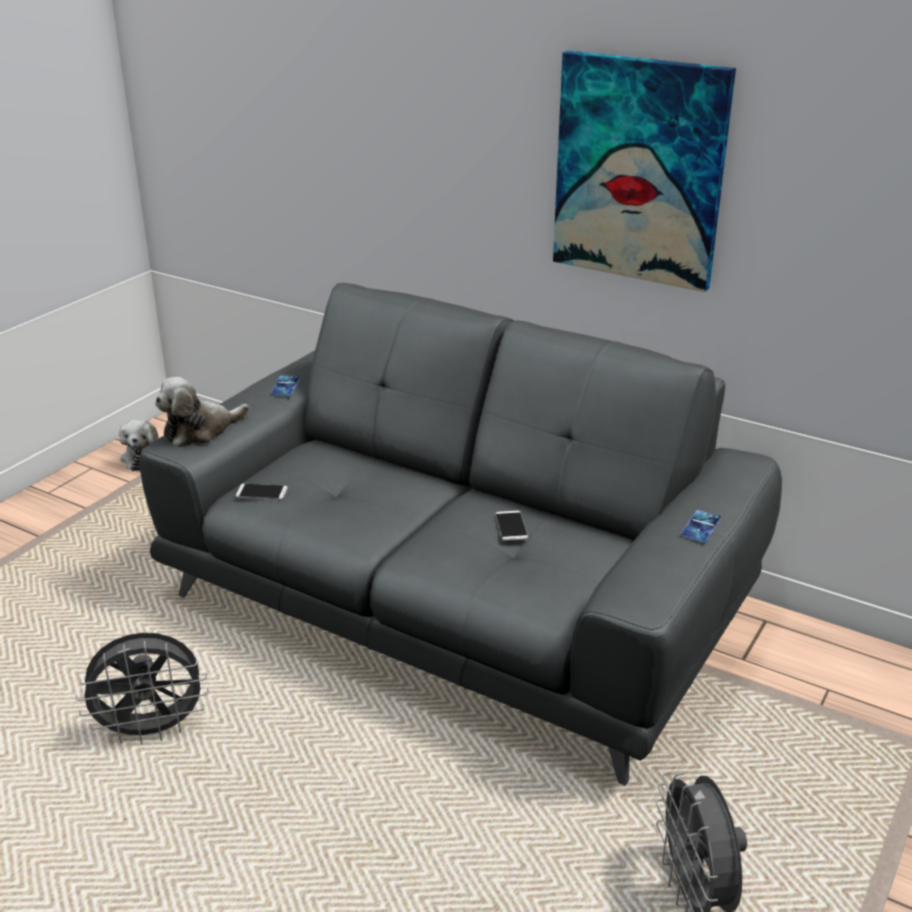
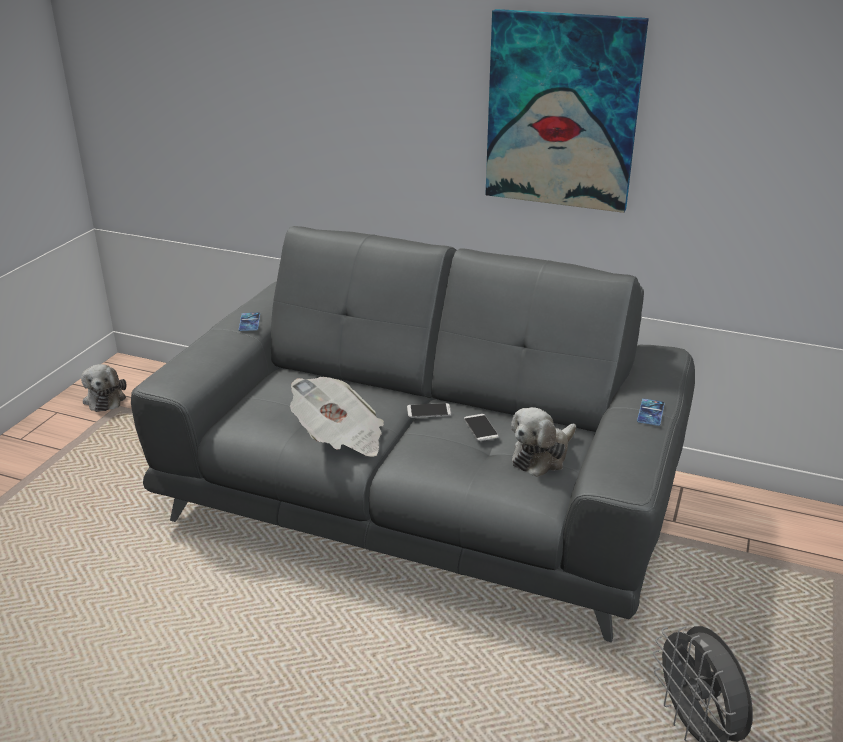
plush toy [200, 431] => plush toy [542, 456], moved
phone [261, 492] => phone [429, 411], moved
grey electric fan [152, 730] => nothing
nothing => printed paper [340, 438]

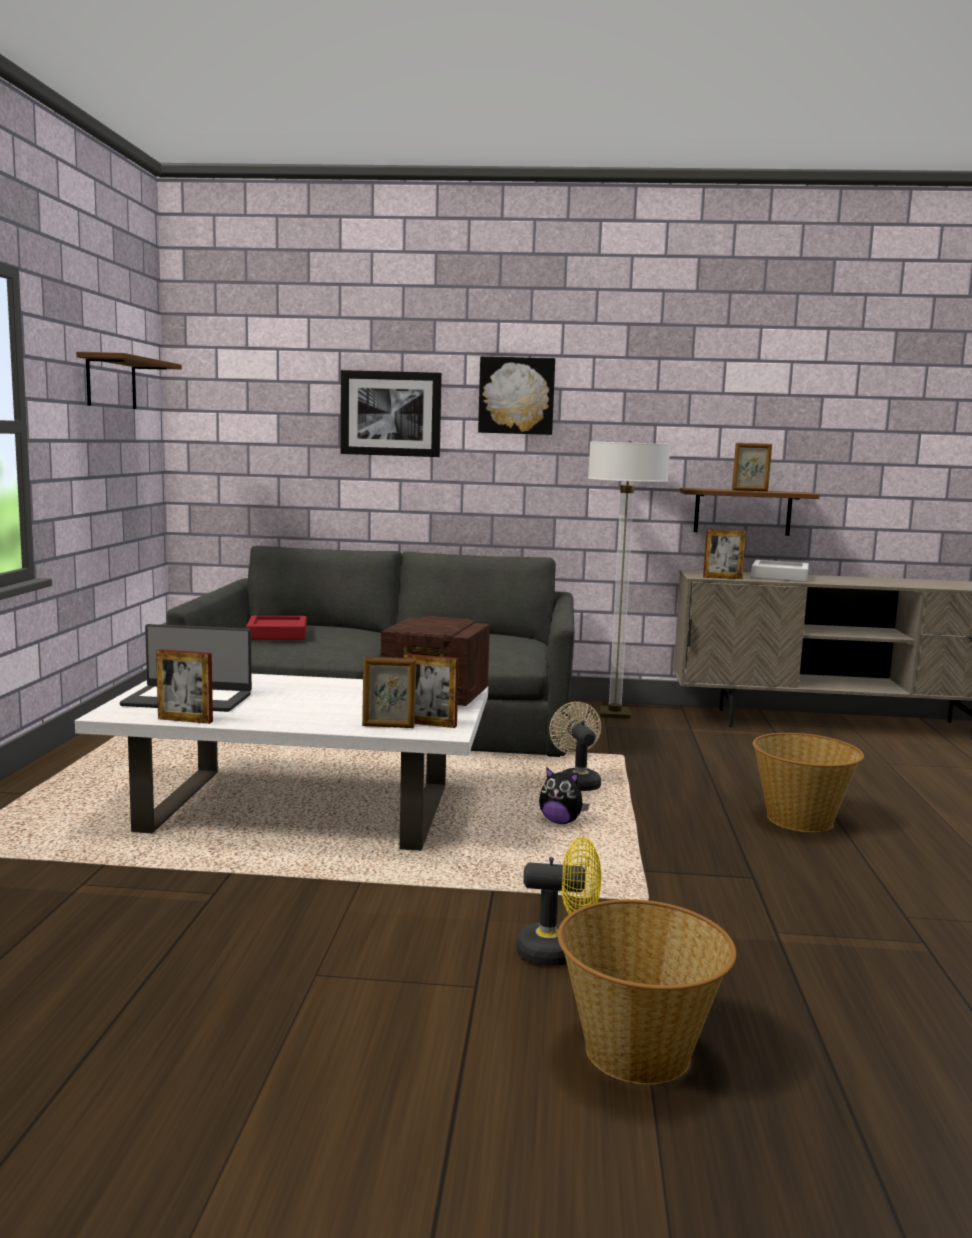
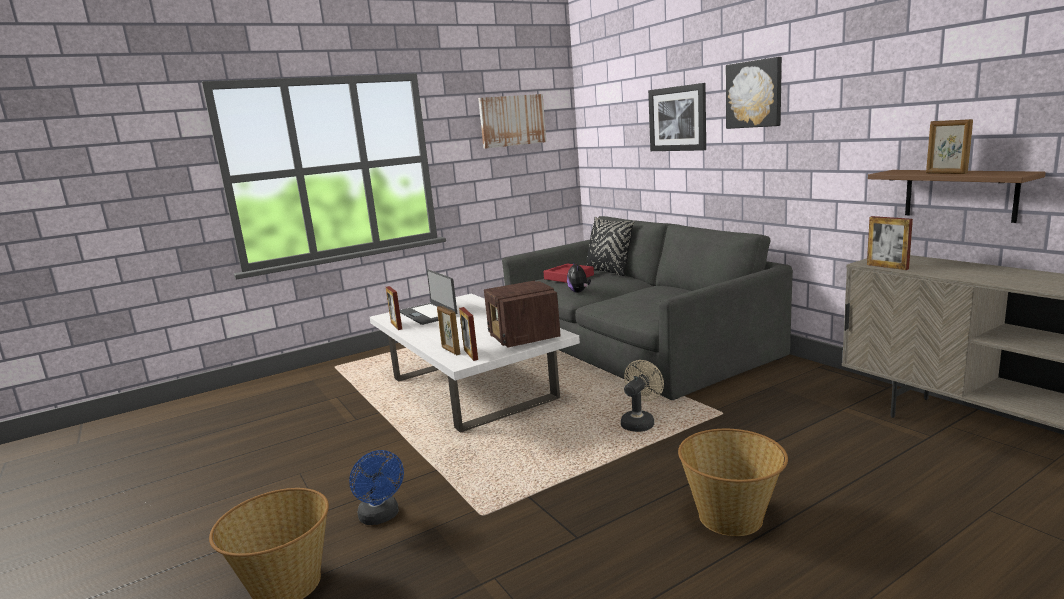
brownish shelf [111, 382] => wall picture [512, 120]
floor lamp [614, 714] => nothing
grey carrying tray [779, 577] => nothing
plush toy [561, 821] => plush toy [579, 292], moved
yellow-coloured electric fan [558, 952] => blue-coloured electric fan [381, 517]
nothing => blackish cushion [608, 272]

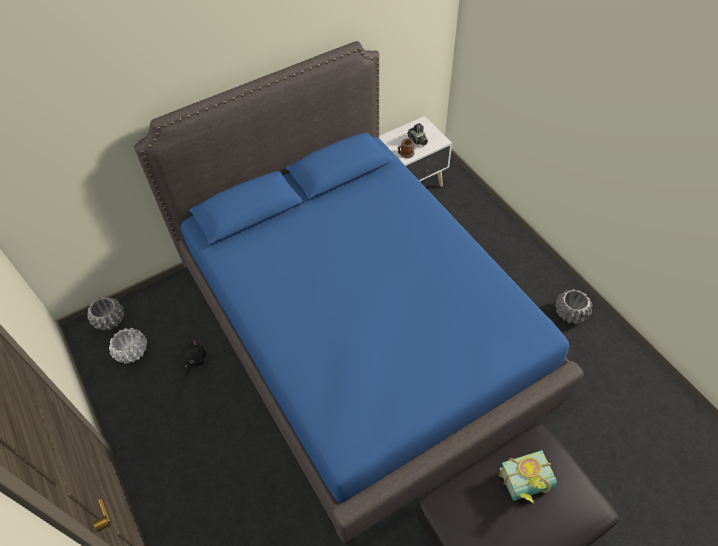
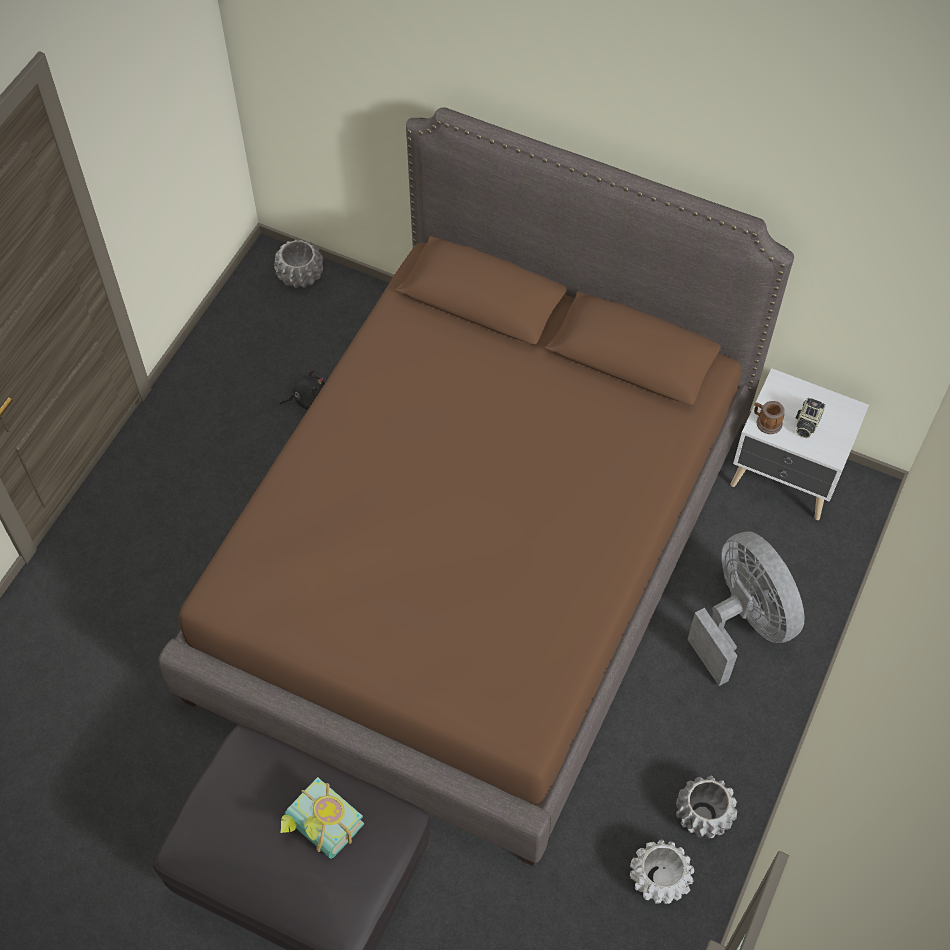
blue-coloured bedroom bed [361, 333] => brownish bedroom bed [475, 559]
white flower pot [132, 352] => white flower pot [660, 879], moved
nothing => grey electric fan [742, 623]

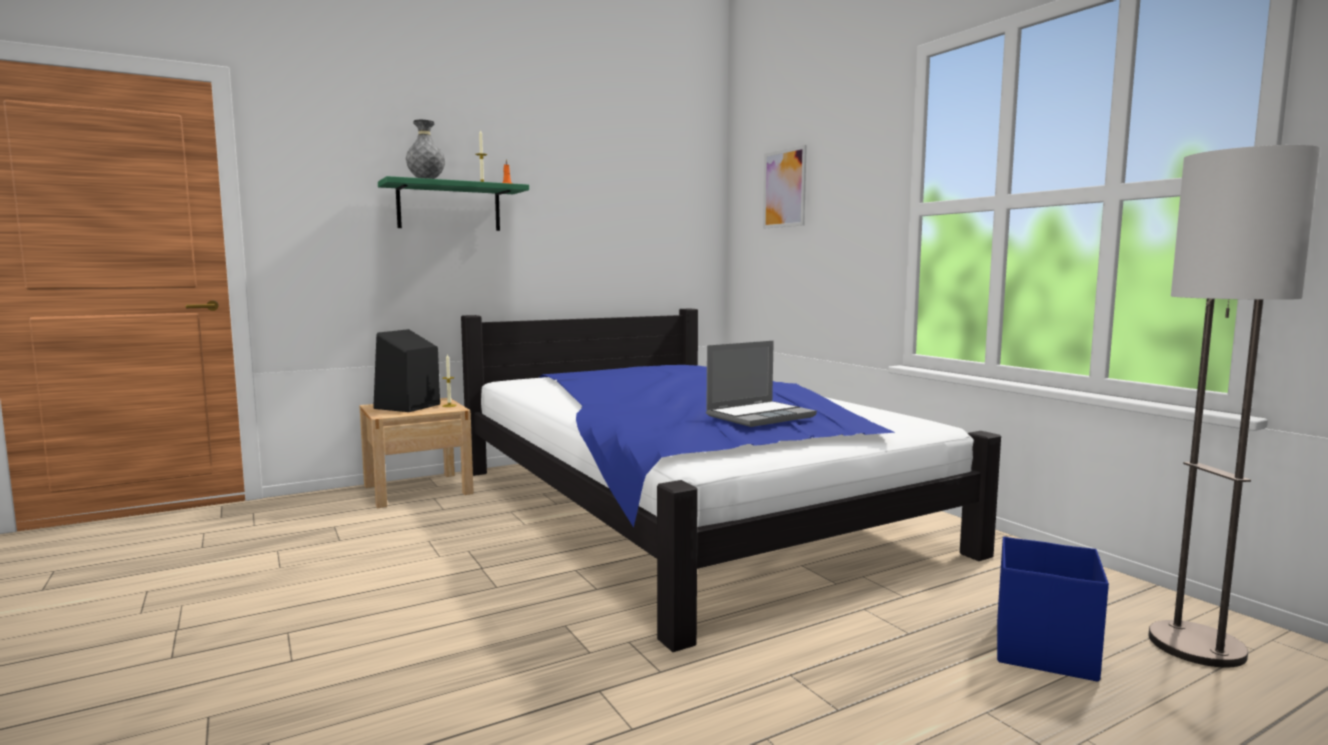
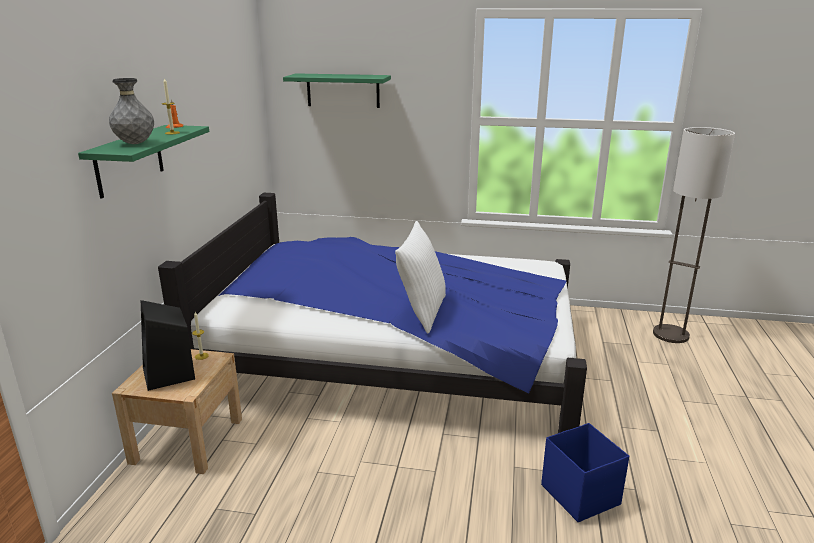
wall picture [784, 188] => green shelf [343, 90]
notebook computer [760, 416] => nothing
blue-coloured storage bin [1045, 649] => blue-coloured storage bin [579, 494], moved
nothing => white cushion [421, 312]

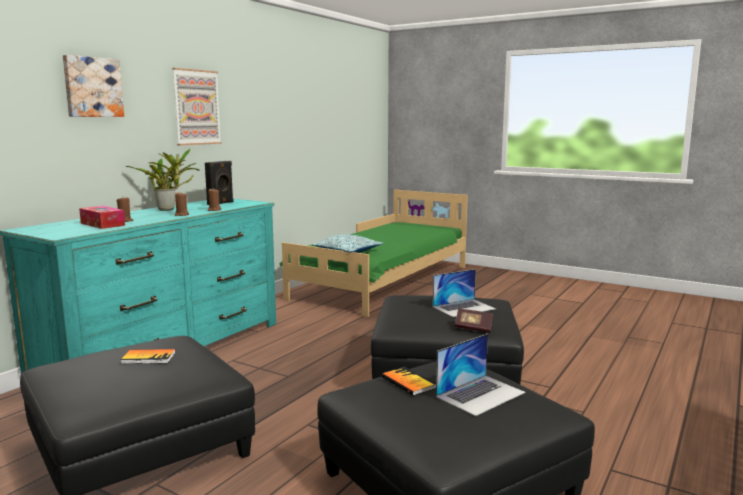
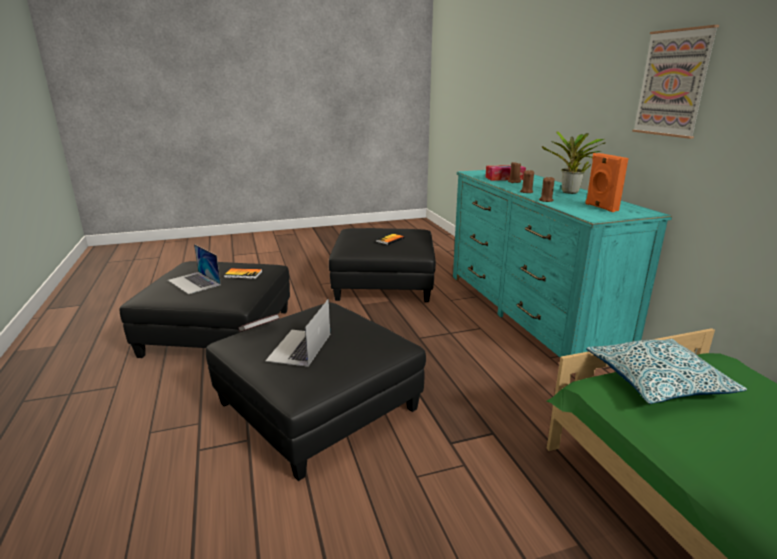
wall picture [92, 87] => nothing
blackish speaker [221, 203] => orange-coloured speaker [600, 207]
notebook computer [480, 394] => notebook computer [194, 282], 45 degrees counterclockwise

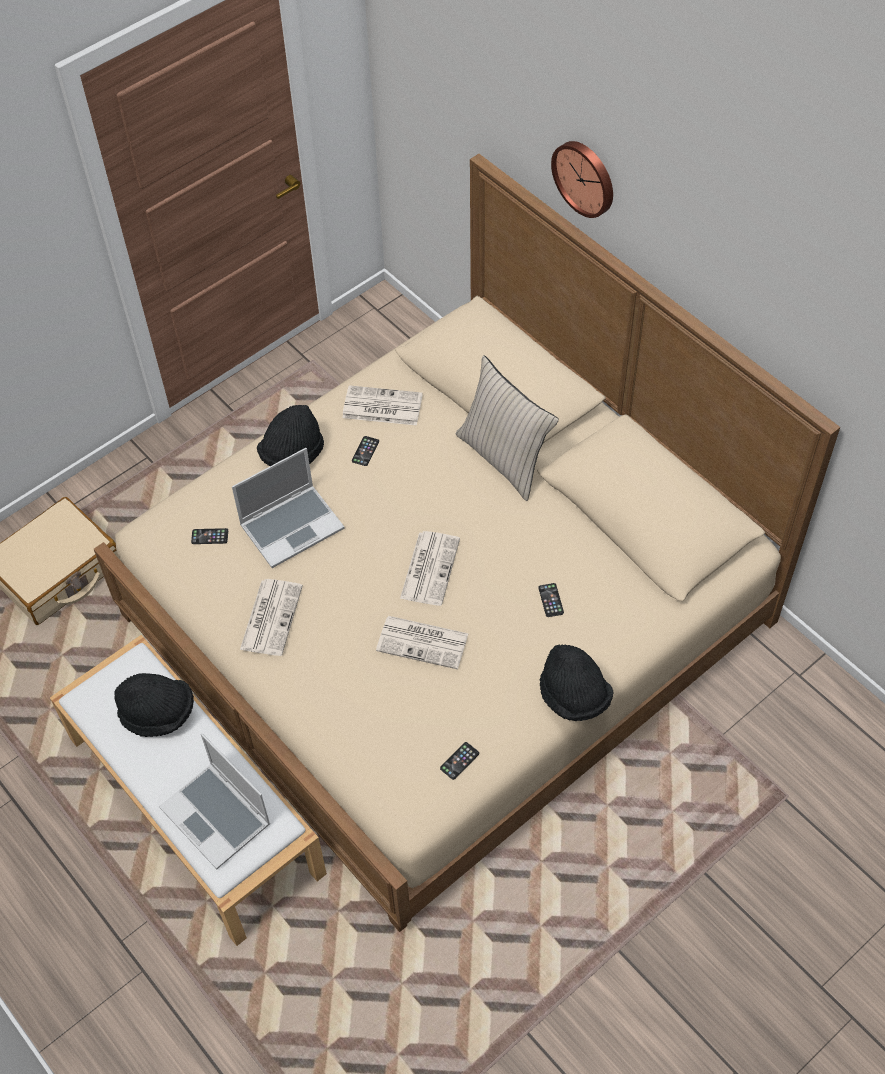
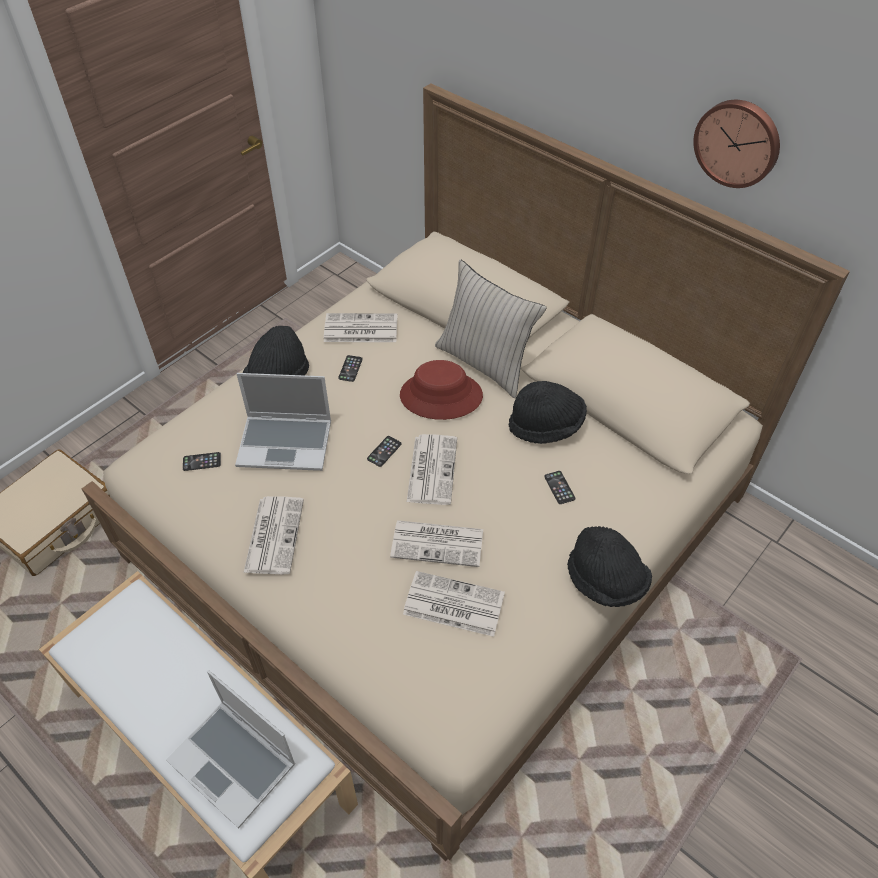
wall clock [585, 177] => wall clock [738, 142], moved
notebook computer [292, 526] => notebook computer [286, 443], 45 degrees clockwise
blackish clothing hat [158, 714] => blackish clothing hat [546, 426], moved
phone [459, 761] => phone [384, 451], moved
nothing => red clothing hat [441, 396]
nothing => printed paper [452, 604]

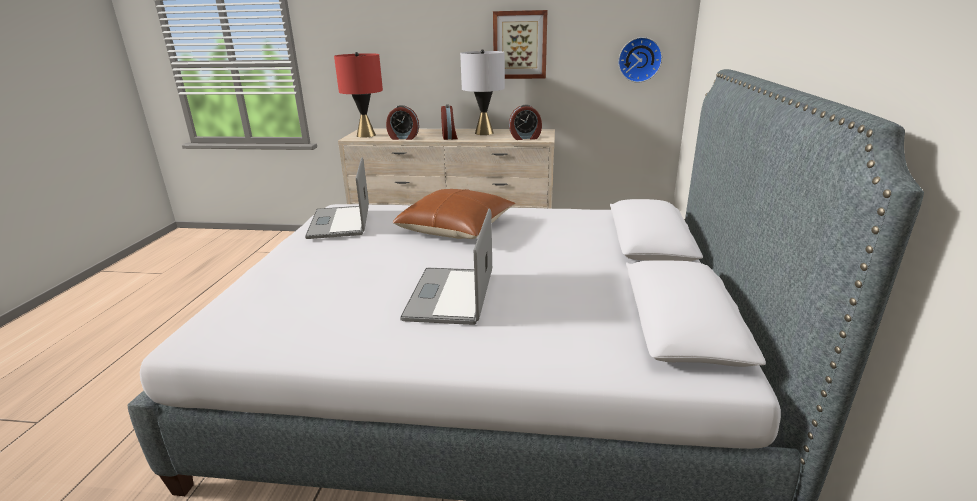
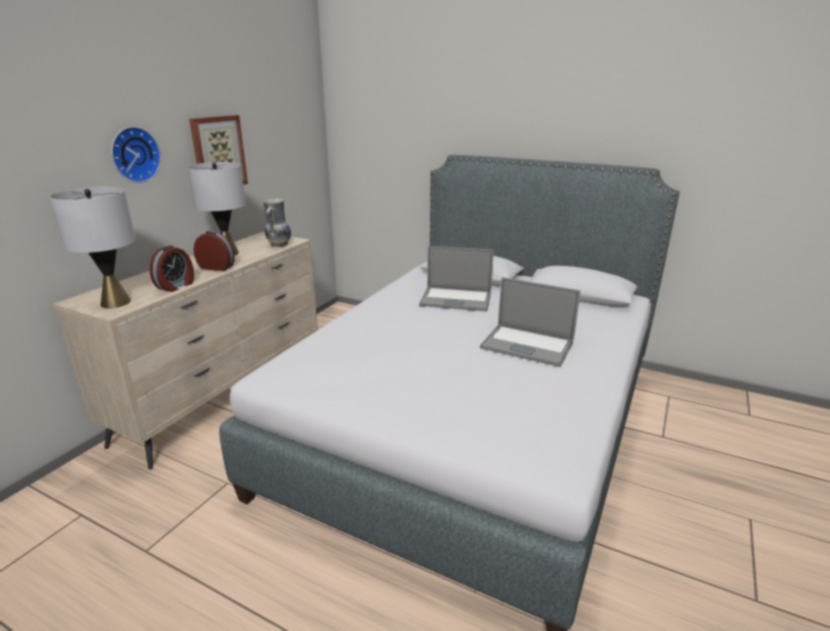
wall clock [639, 59] => wall clock [134, 154], moved
red tabletop lamp [366, 135] => grey tabletop lamp [115, 302]
bedside clock [525, 138] => vase [278, 244]
notebook computer [340, 222] => notebook computer [456, 299], moved
brownish cushion [457, 228] => nothing

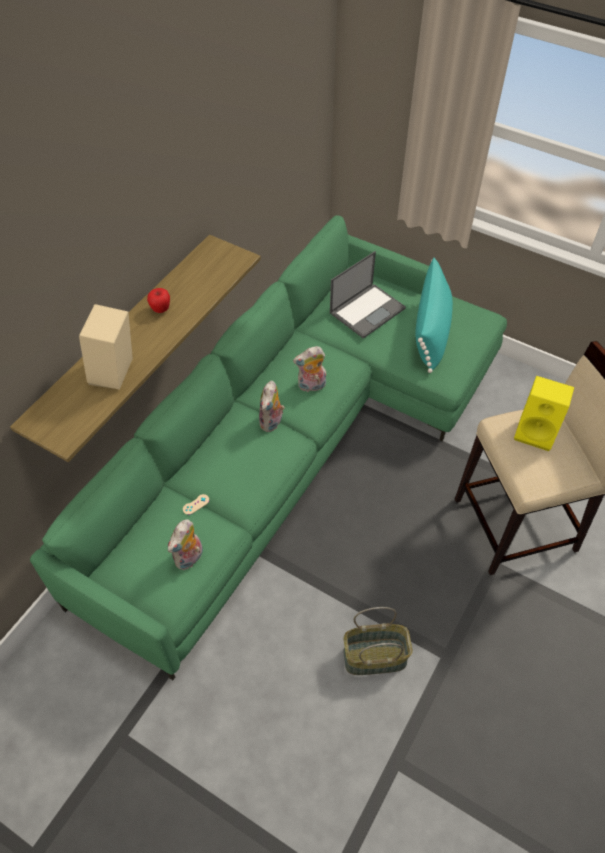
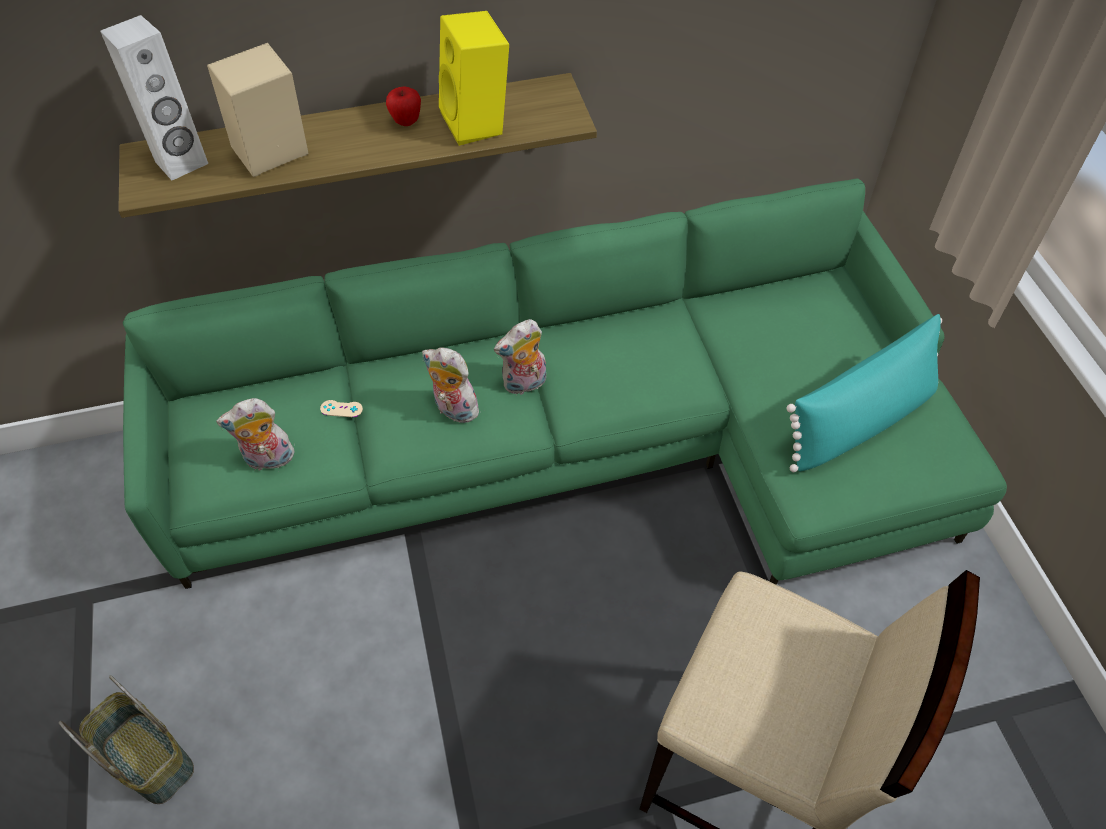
notebook computer [367, 310] => nothing
plush toy [311, 386] => plush toy [453, 410], moved
yellow-coloured speaker [536, 432] => yellow-coloured speaker [478, 123], moved
household basket [375, 656] => household basket [150, 757], moved
nothing => white speaker [182, 163]

